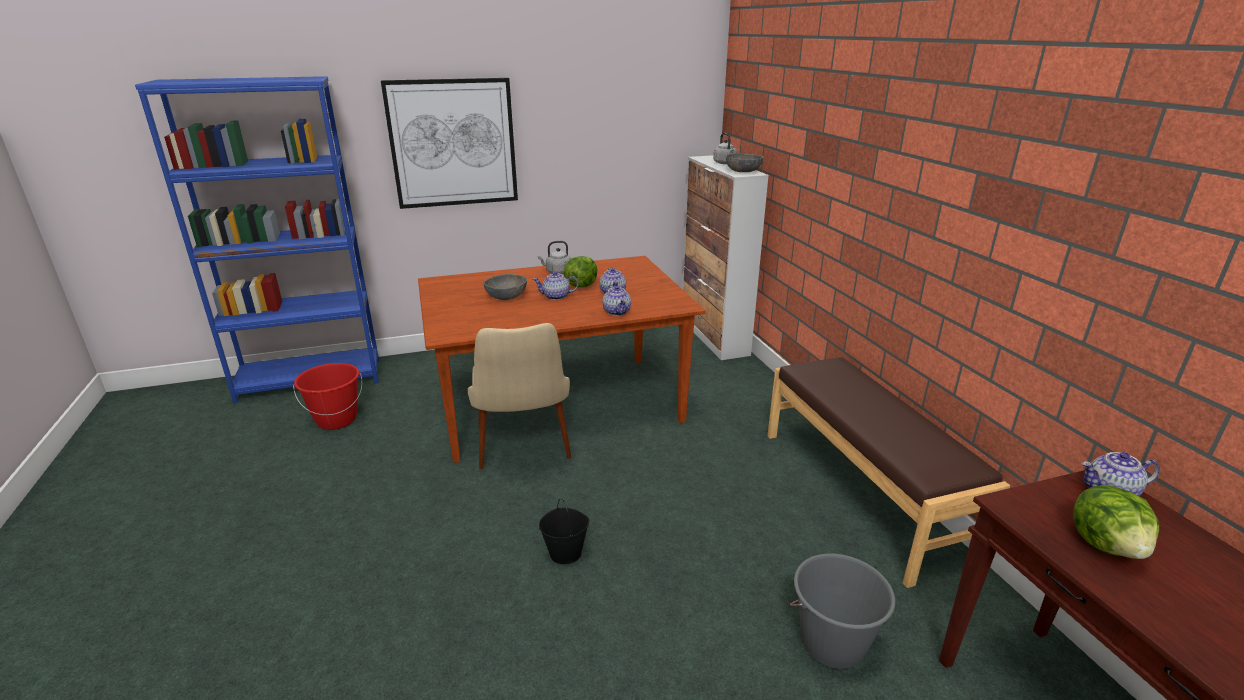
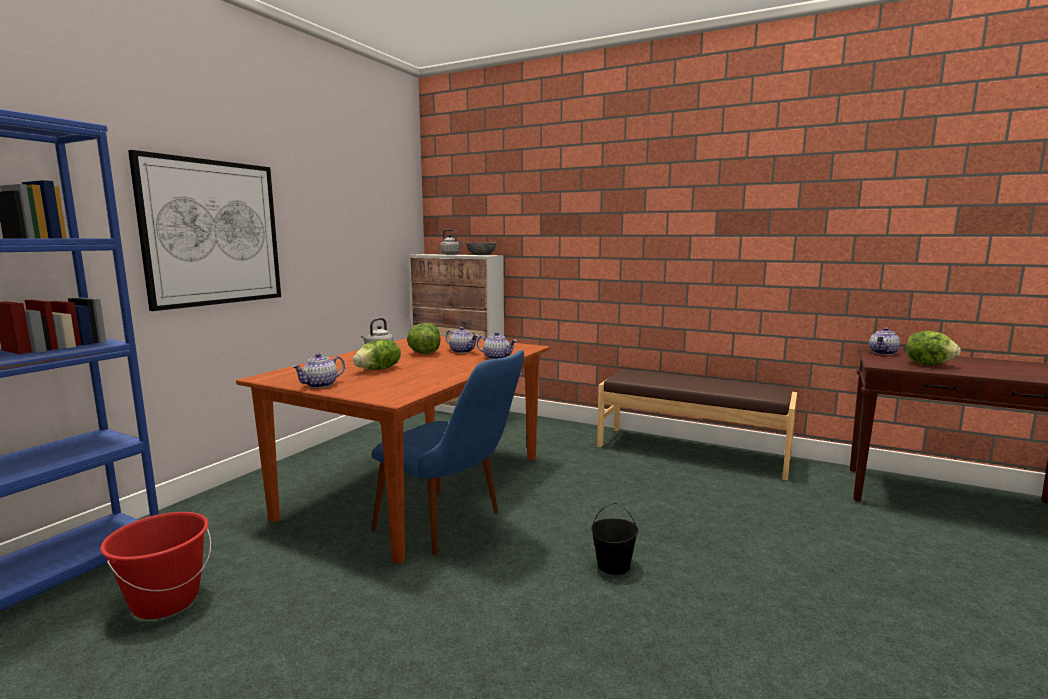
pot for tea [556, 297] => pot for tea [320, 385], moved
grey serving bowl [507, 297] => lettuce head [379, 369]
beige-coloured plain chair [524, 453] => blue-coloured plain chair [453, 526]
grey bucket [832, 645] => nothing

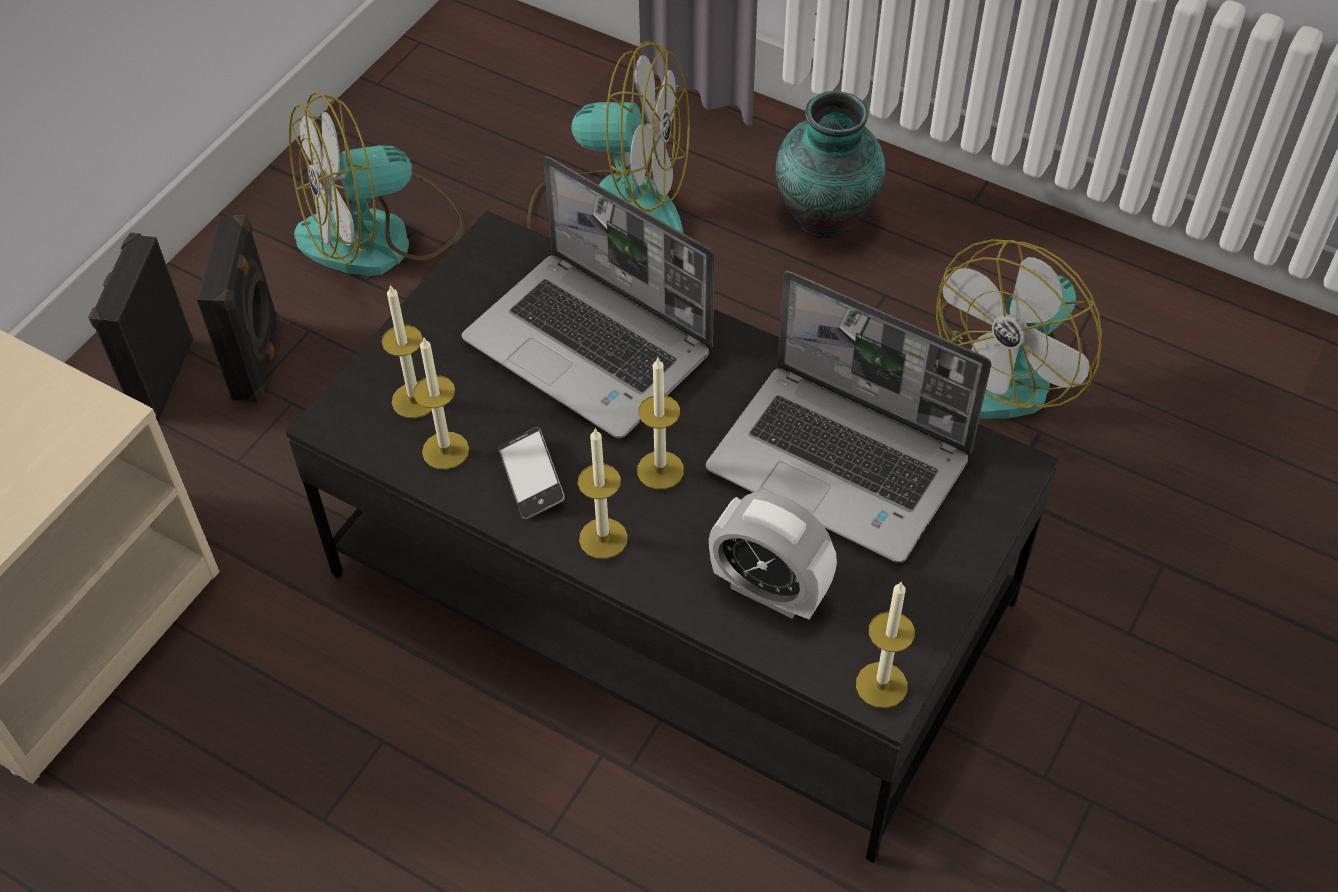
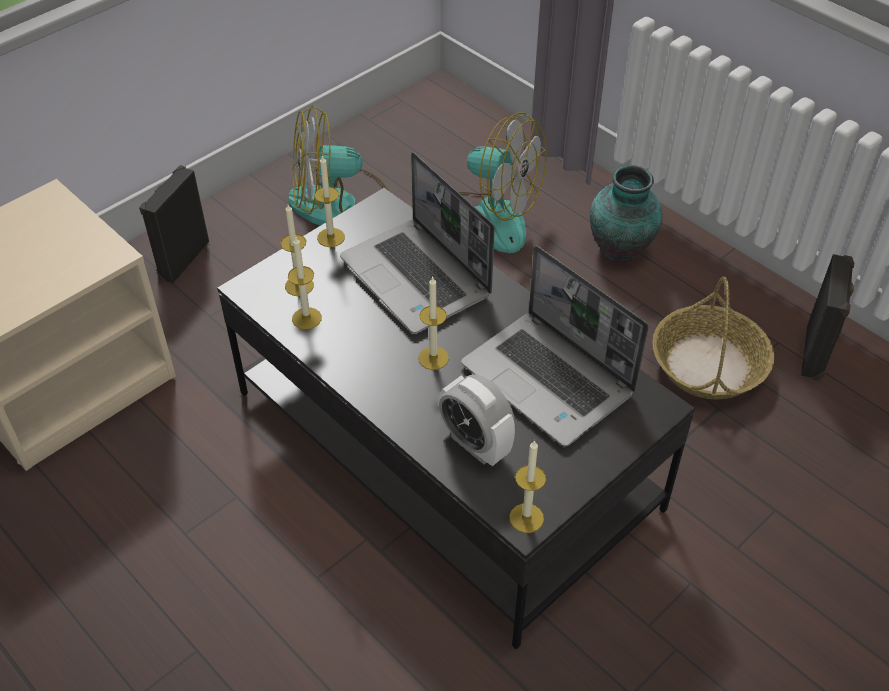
blackish speaker [259, 360] => blackish speaker [815, 353], moved
electric fan [1006, 369] => household basket [708, 365]
phone [532, 478] => nothing
candle [603, 538] => candle [331, 237], moved

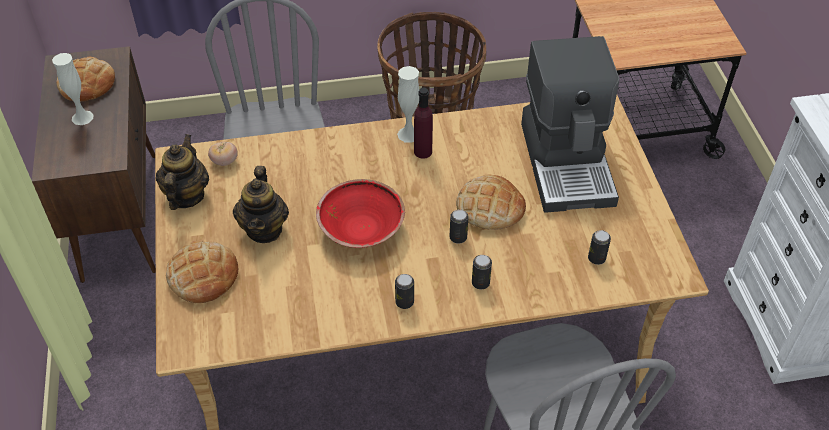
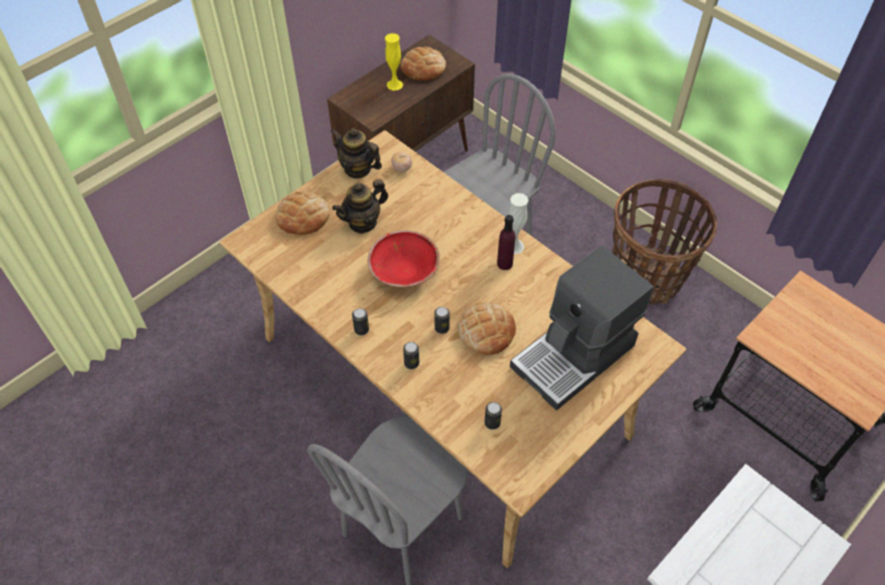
white vase [82, 117] => yellow-coloured vase [394, 85]
pot for tea [186, 196] => pot for tea [357, 169], 120 degrees counterclockwise

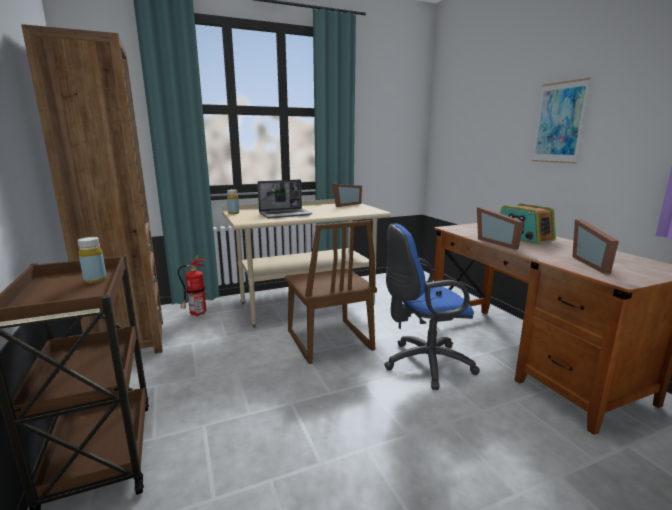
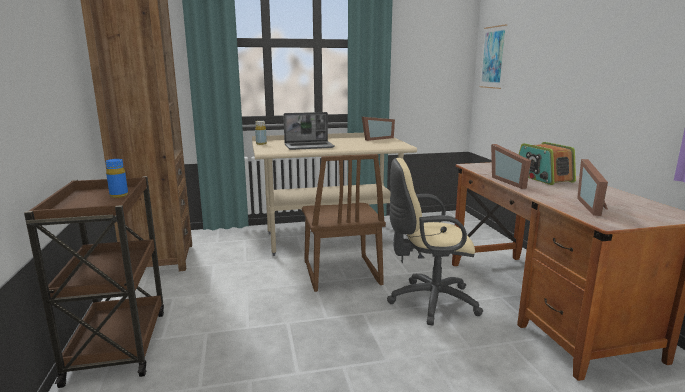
wall picture [559, 123] => wall picture [493, 57], moved
blue-coloured office chair [423, 364] => beige-coloured office chair [428, 302]
yellow-coloured bottle [95, 280] => blue-coloured bottle [119, 195]
fire extinguisher [196, 314] => nothing

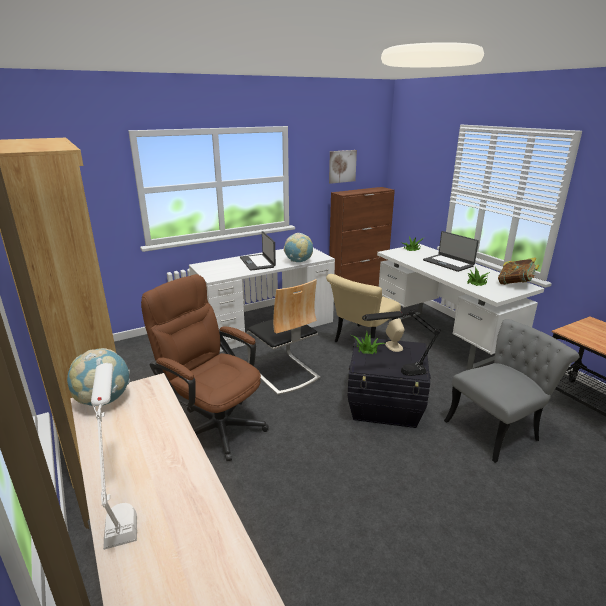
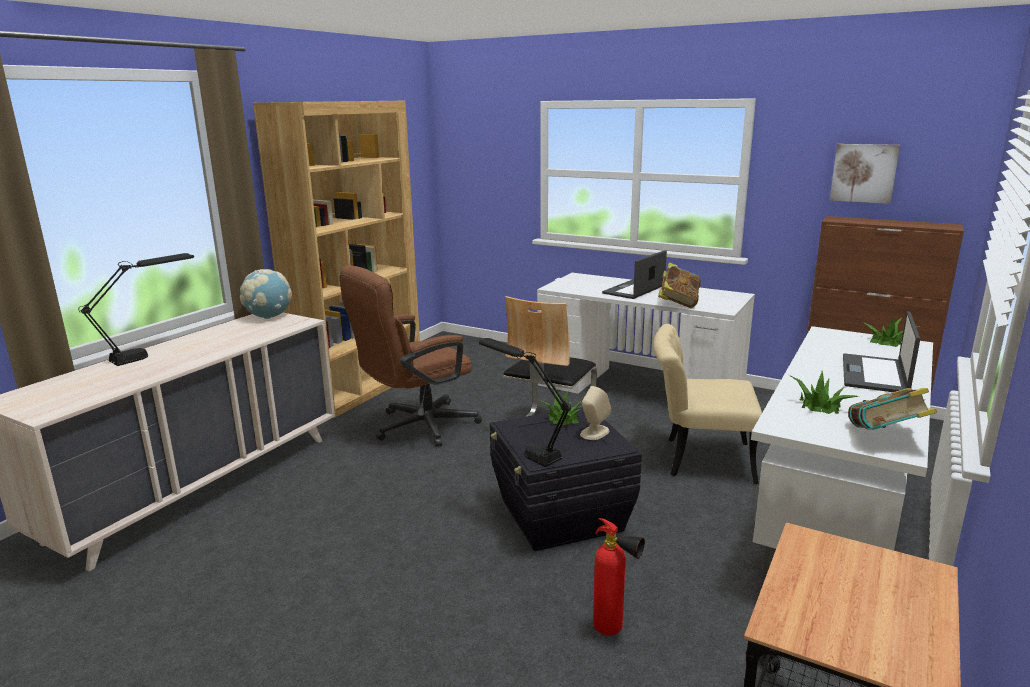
globe [298, 261] => book [678, 303]
brownish office chair [214, 424] => brownish office chair [416, 427], 135 degrees counterclockwise
grey plain chair [498, 428] => fire extinguisher [614, 631]
white tabletop lamp [122, 502] => blackish tabletop lamp [152, 353]

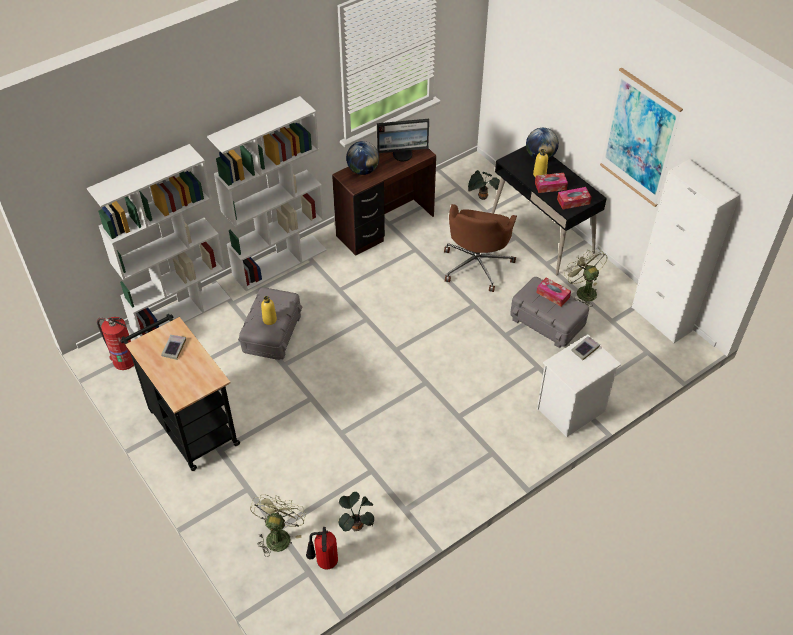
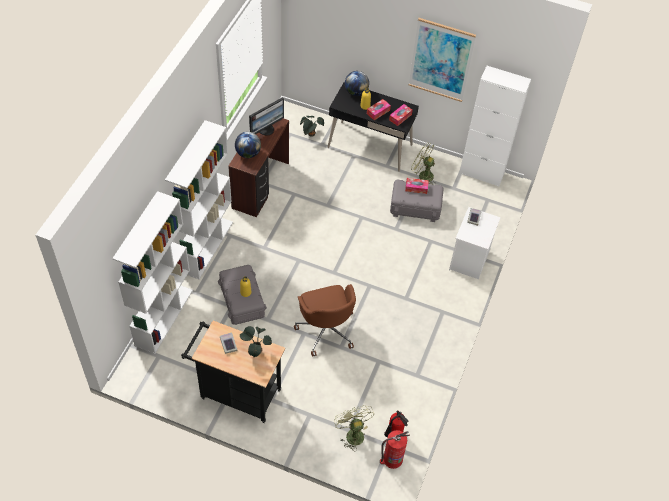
brownish office chair [477, 265] => brownish office chair [326, 329], moved
fire extinguisher [124, 360] => fire extinguisher [392, 459], moved
plant in a pot [356, 525] => plant in a pot [255, 350], moved

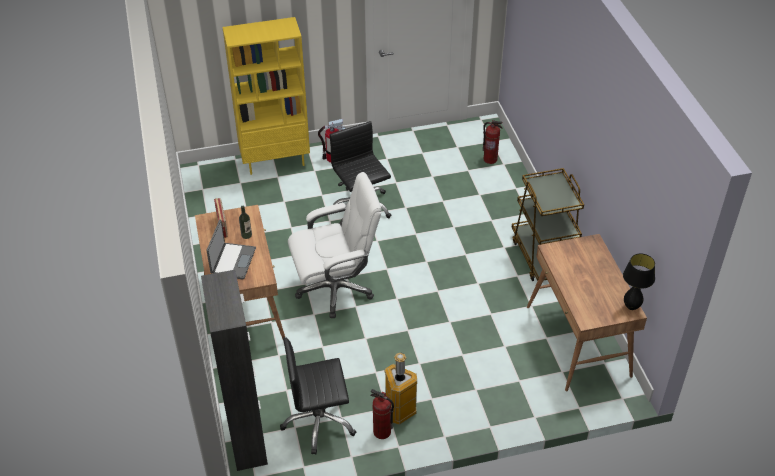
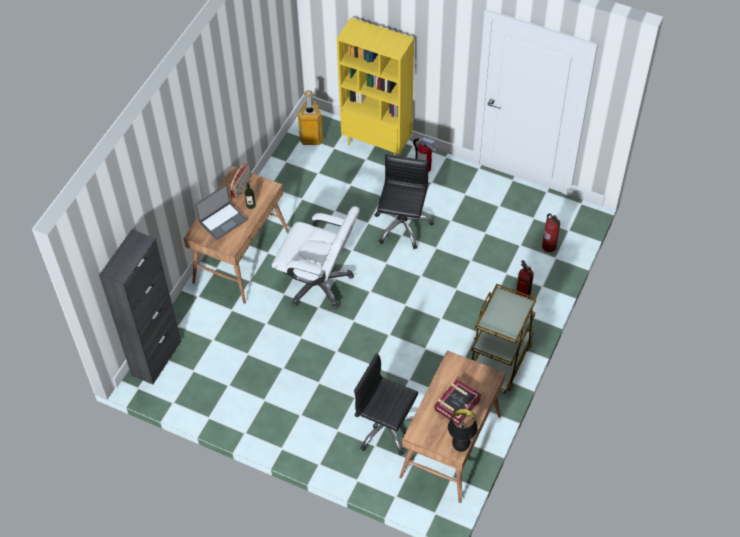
blackish office chair [319, 422] => blackish office chair [385, 428], moved
rubbish bin [399, 410] => rubbish bin [312, 137], moved
fire extinguisher [381, 432] => fire extinguisher [522, 297], moved
nothing => book [457, 404]

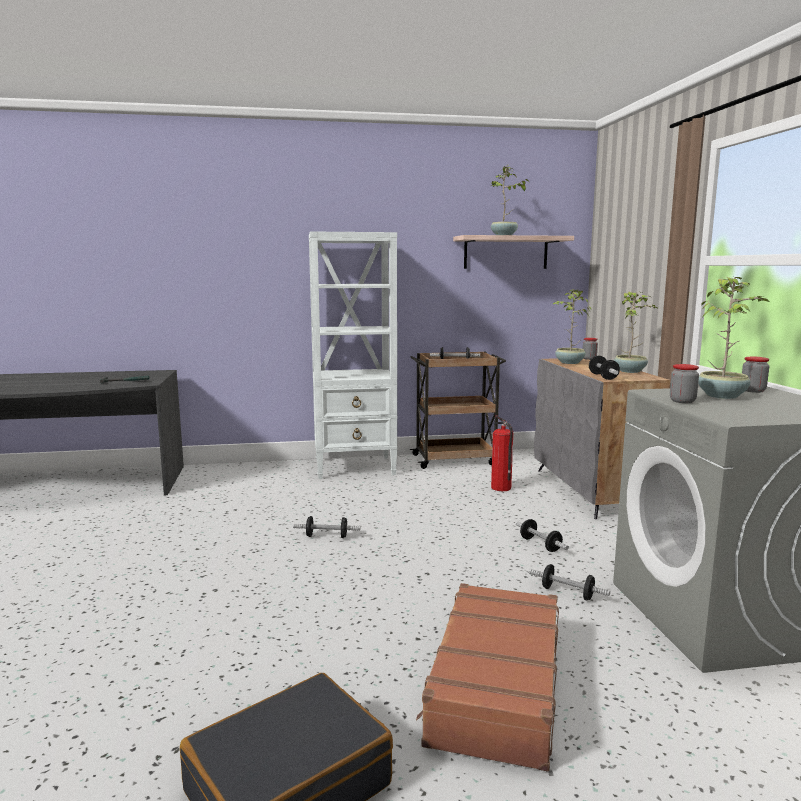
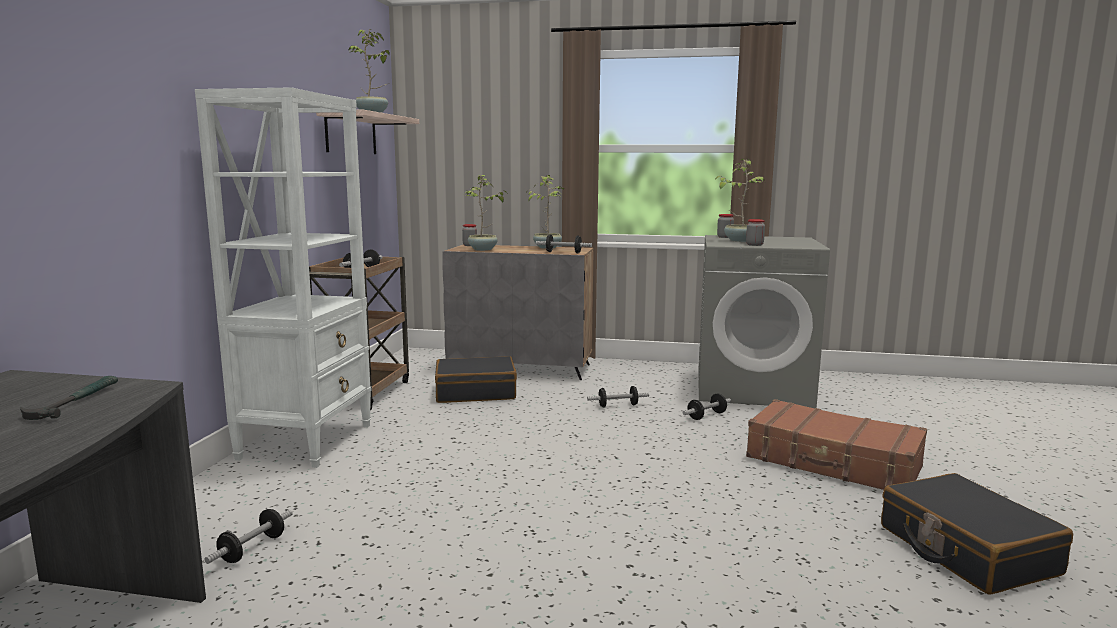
fire extinguisher [501, 488] => blackish travel case [475, 392]
free weight [327, 536] => free weight [252, 549], moved

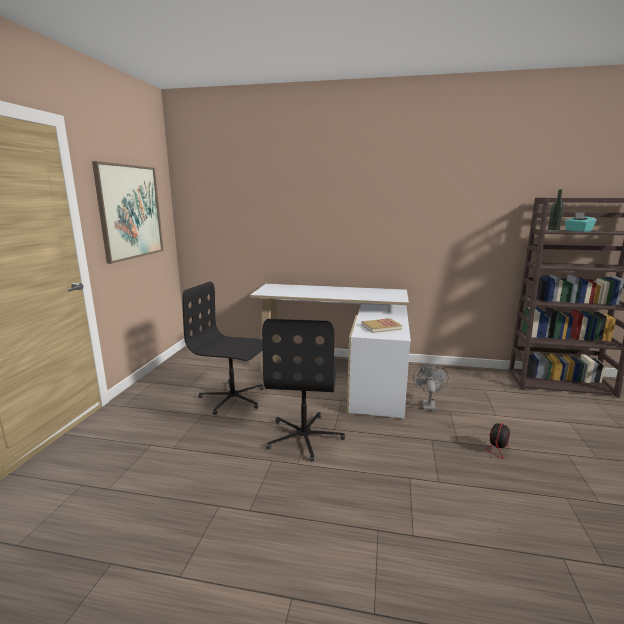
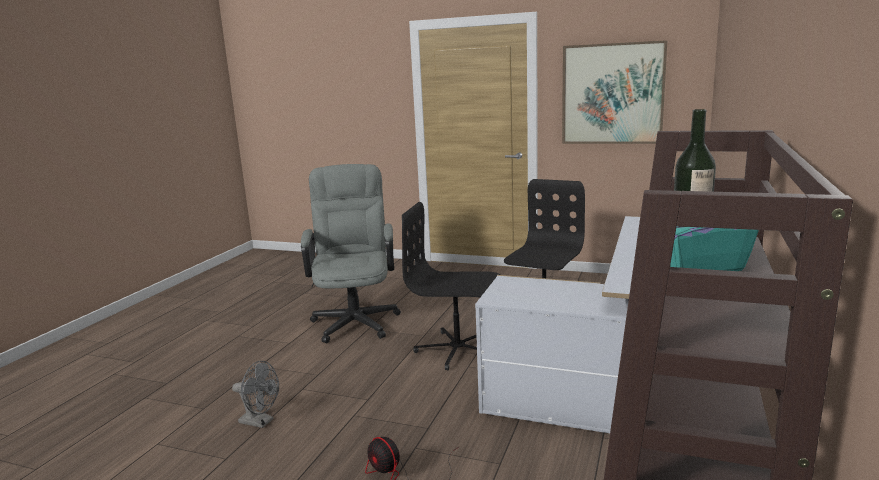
book [381, 327] => nothing
grey electric fan [428, 404] => grey electric fan [260, 422], moved
nothing => grey office chair [356, 319]

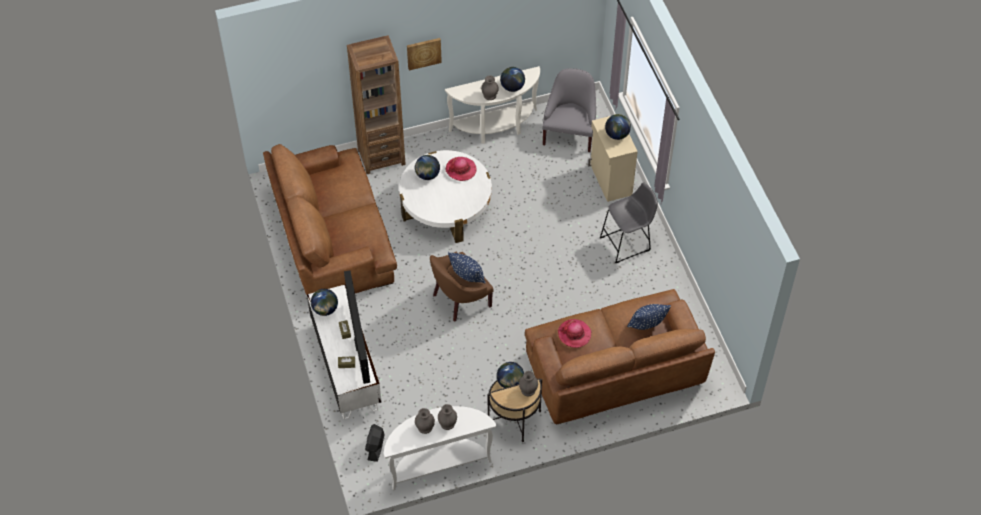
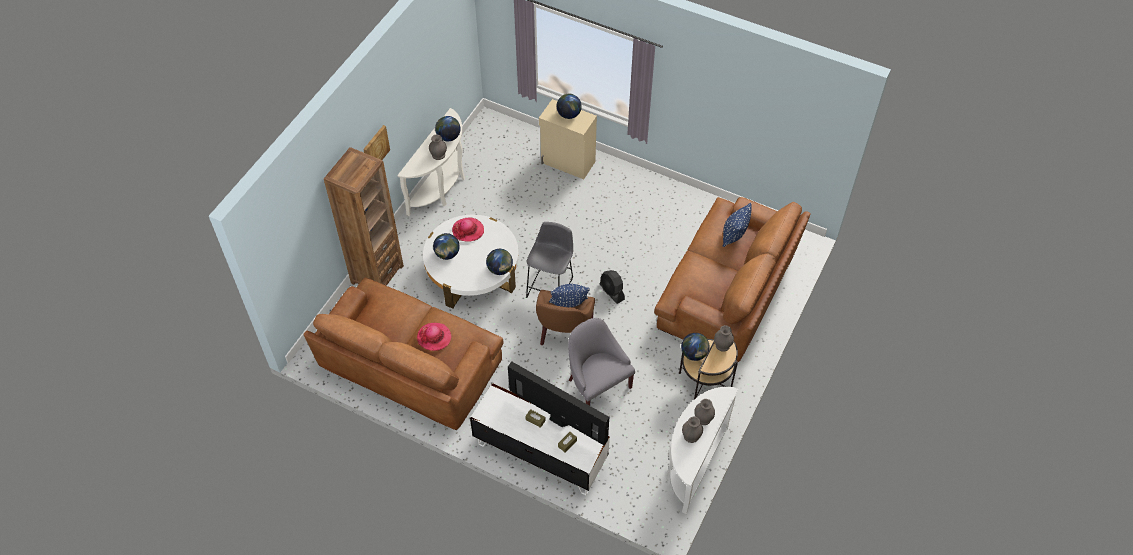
grey easy chair [569, 133] => grey easy chair [597, 384], moved
grey stool seat [627, 243] => grey stool seat [551, 285], moved
globe [325, 309] => globe [500, 269], moved
clothing hat [574, 334] => clothing hat [434, 337], moved
blackish electric fan [375, 447] => blackish electric fan [612, 292], moved

